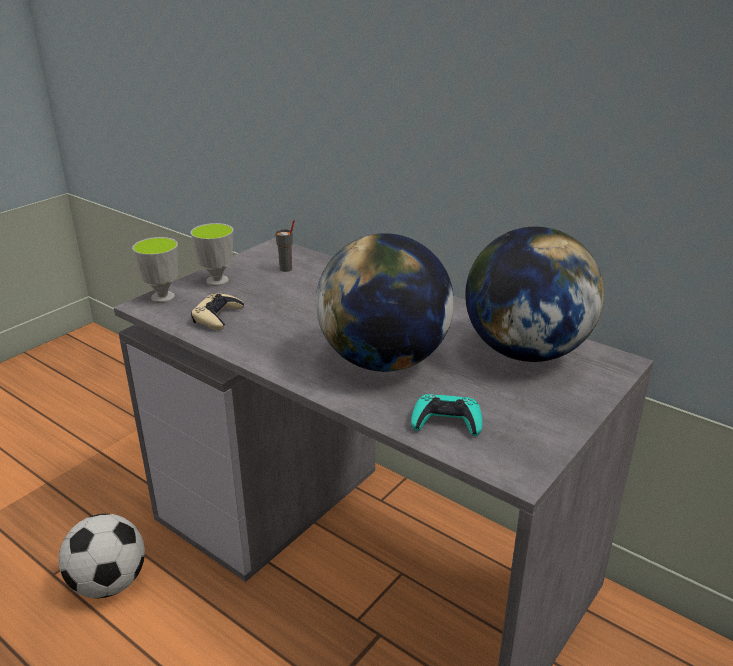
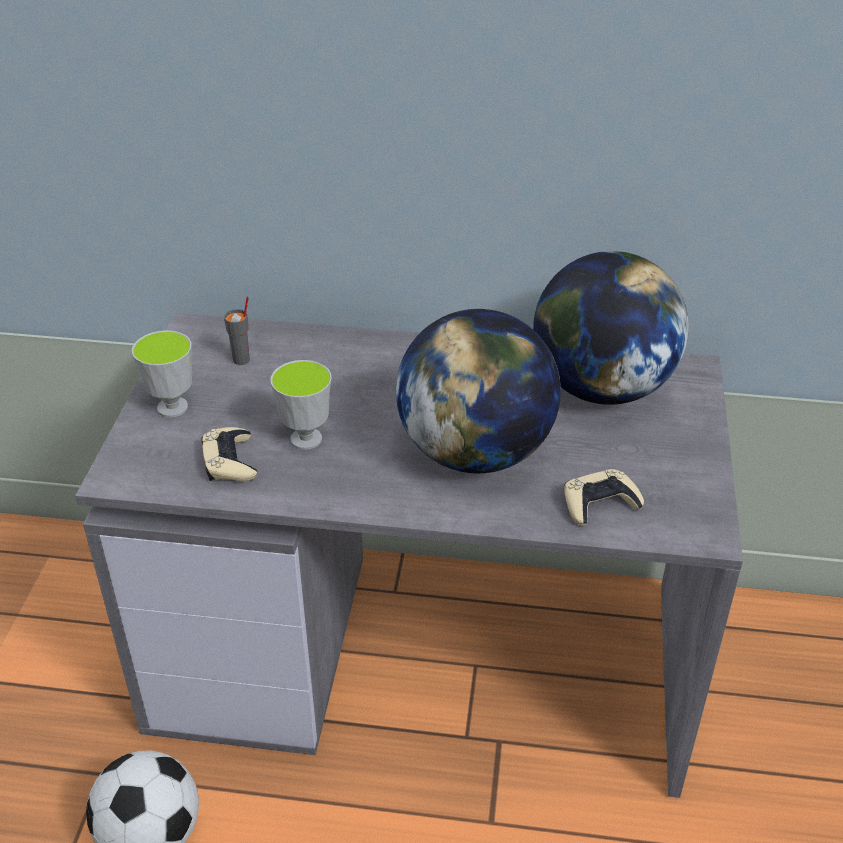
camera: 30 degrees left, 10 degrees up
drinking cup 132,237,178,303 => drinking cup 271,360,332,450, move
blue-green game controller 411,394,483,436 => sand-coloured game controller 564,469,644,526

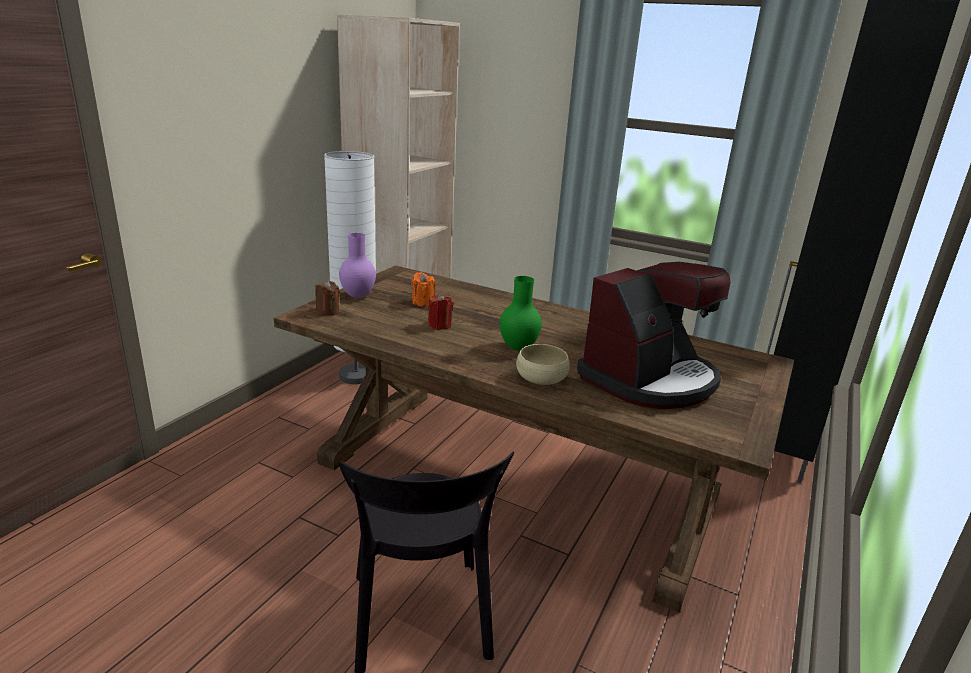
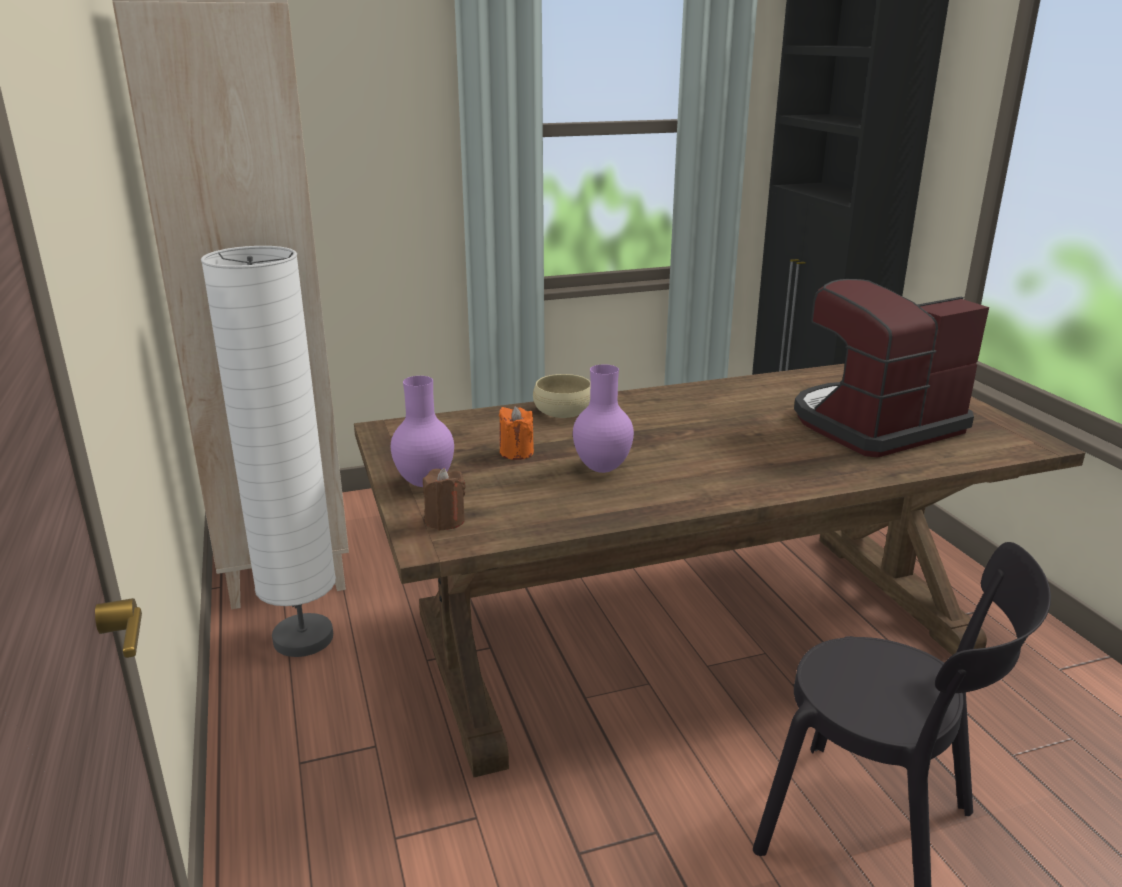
camera: 45 degrees left, 0 degrees up
coffee machine 577,262,731,409 => coffee machine 794,279,989,458, 120 degrees counterclockwise
green decorative vase 499,276,542,351 => nothing
red-coloured wax light 428,293,454,330 => purplish decorative vase 573,364,634,473
sand-coloured bowl 516,344,570,385 => sand-coloured bowl 533,374,590,418, move

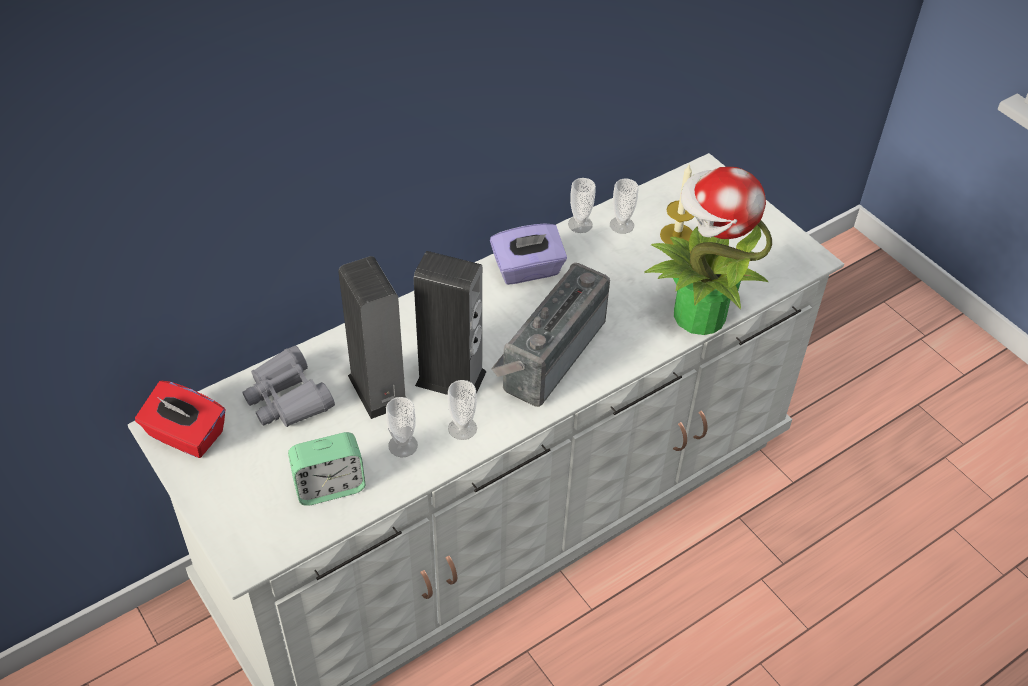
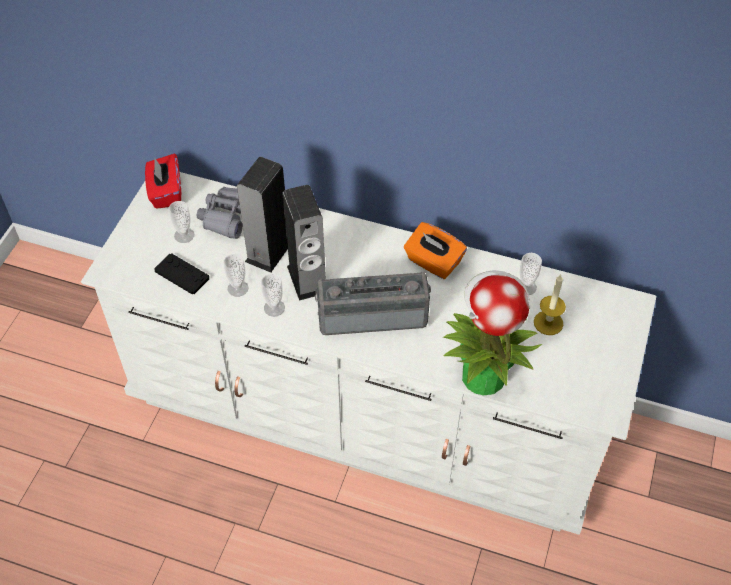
camera: 55 degrees right, 5 degrees up
drinking cup 568,178,596,233 => drinking cup 169,201,194,243, move
purplish tissue box 490,223,567,285 => orange tissue box 404,222,467,279
bedside clock 288,432,365,506 => black-coloured game controller 154,253,209,295

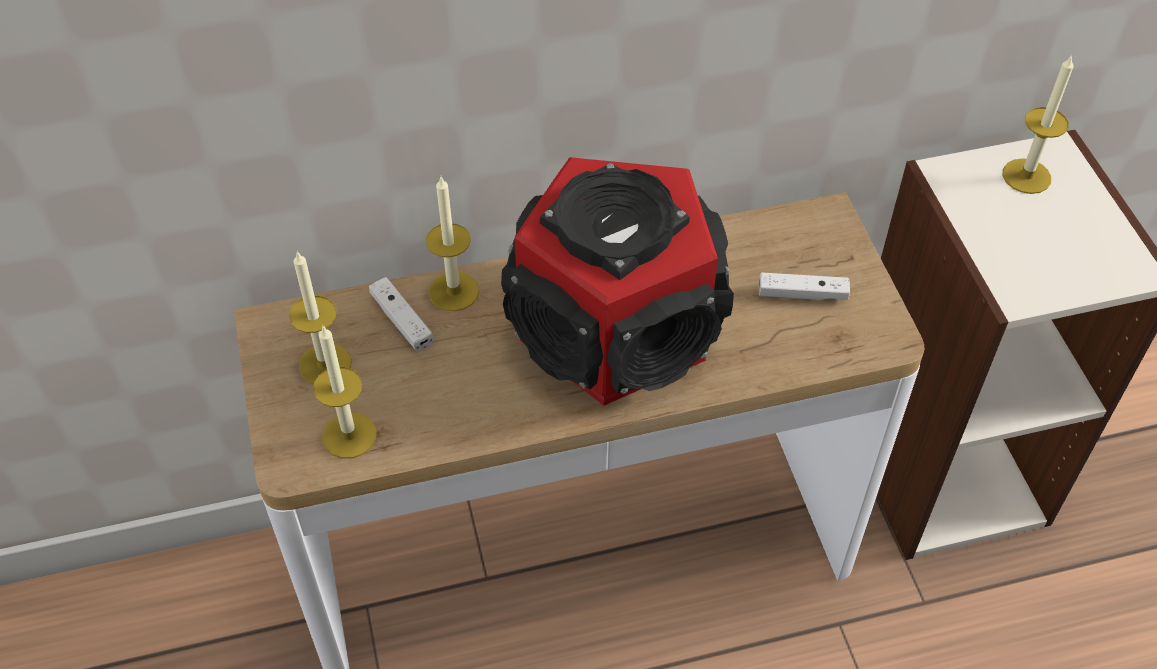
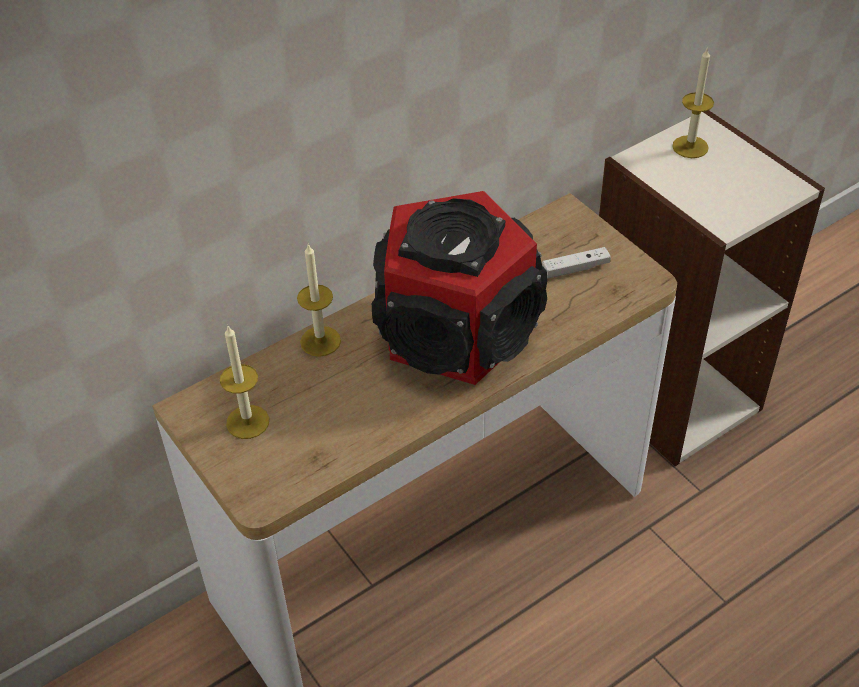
camera: 20 degrees left, 5 degrees down
whitish game controller 369,277,433,351 => nothing
wax light 313,326,377,458 => nothing

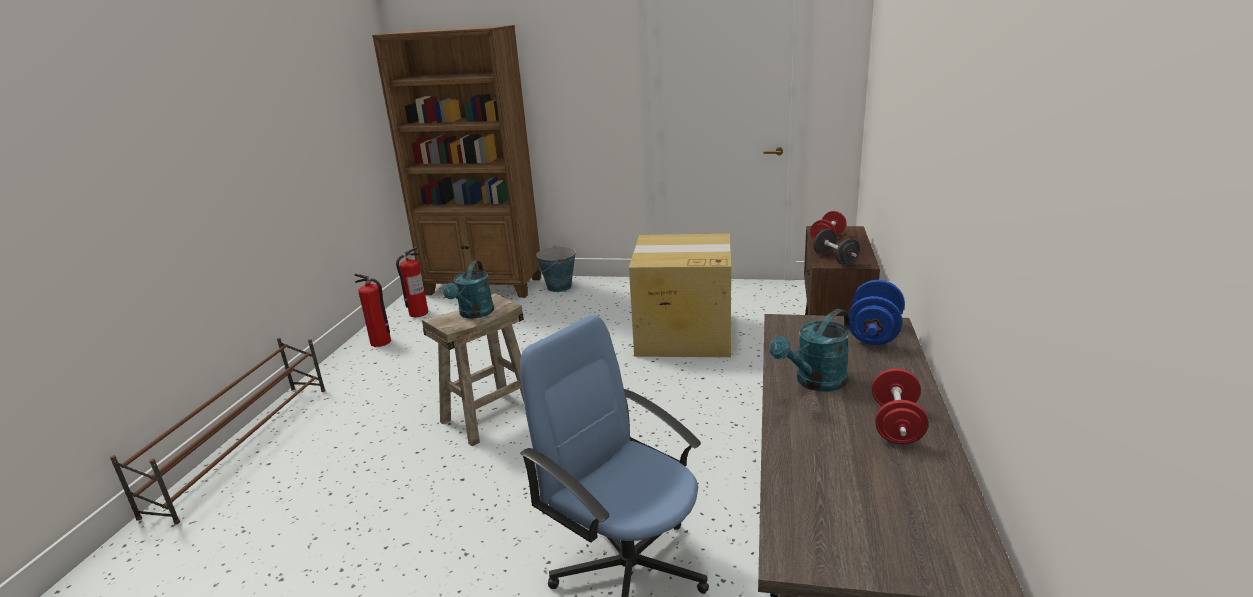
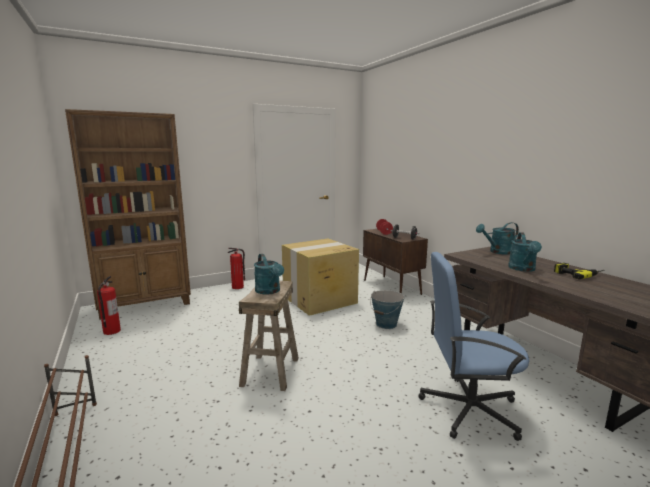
camera: 40 degrees left, 10 degrees down
water bucket 536,245,576,292 => water bucket 370,290,404,329, move
fire extinguisher 355,274,391,347 => fire extinguisher 228,248,245,289, move
blue-coloured hand weight 849,280,905,345 => blue-green watering can 476,222,519,255
red-coloured hand weight 872,368,928,444 => electric drill 554,263,605,279

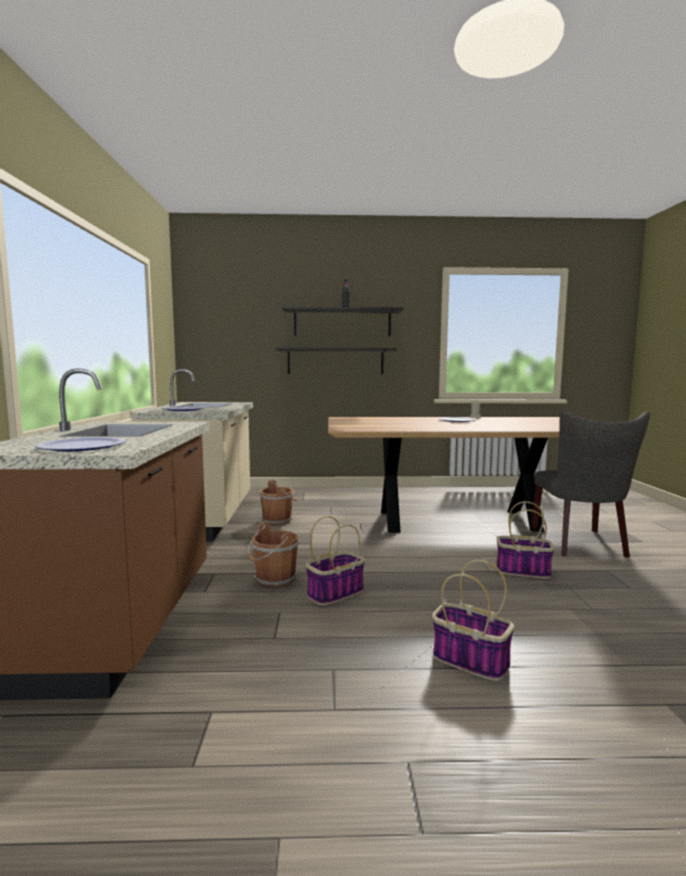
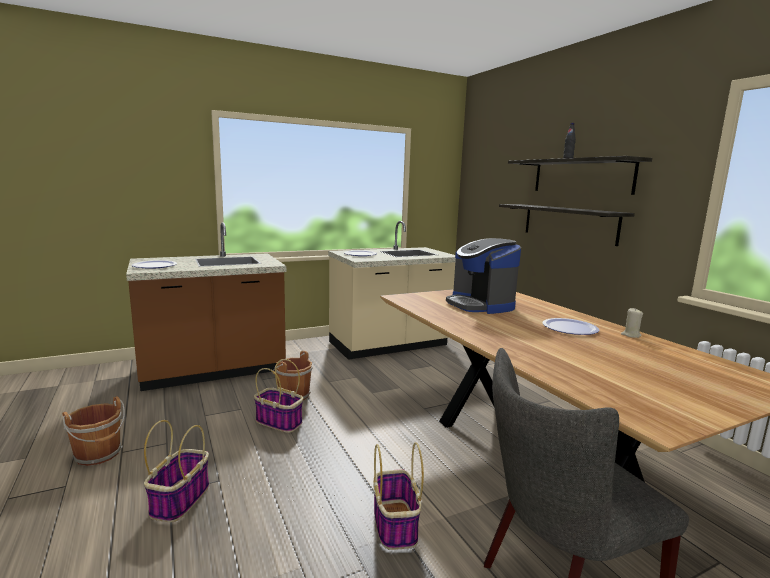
camera: 65 degrees right, 5 degrees up
brown-coloured water bucket 259,480,297,525 => brown-coloured water bucket 62,396,125,466, move
nothing => coffee machine 446,238,521,314

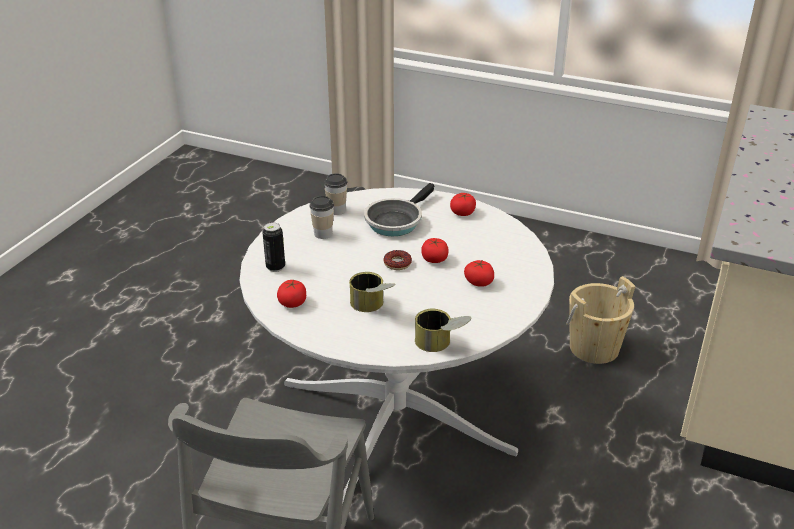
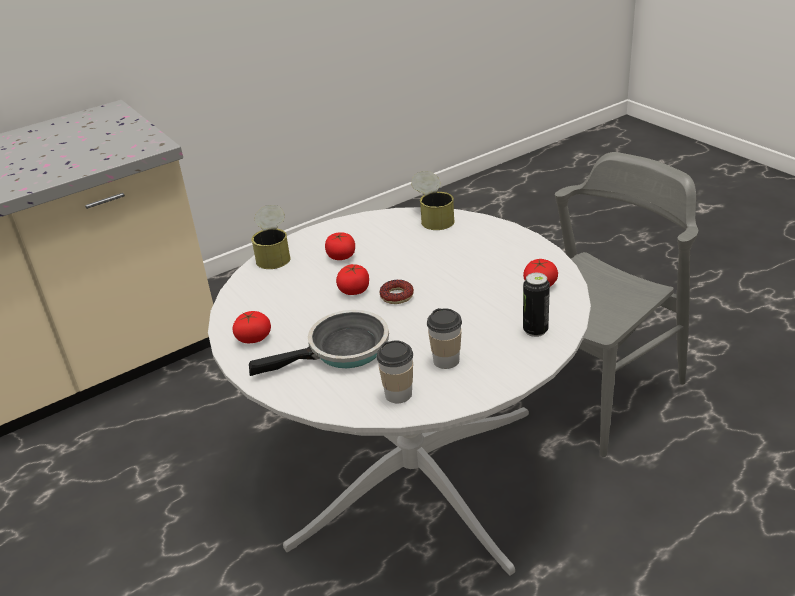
camera: 145 degrees left, 0 degrees up
can 349,272,396,312 => can 251,205,291,269, move
sand-coloured water bucket 566,276,636,364 => nothing

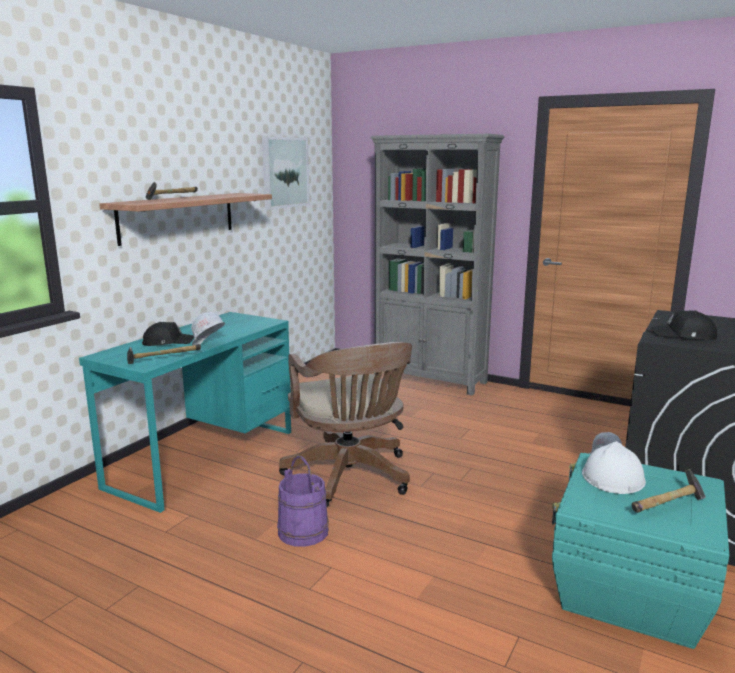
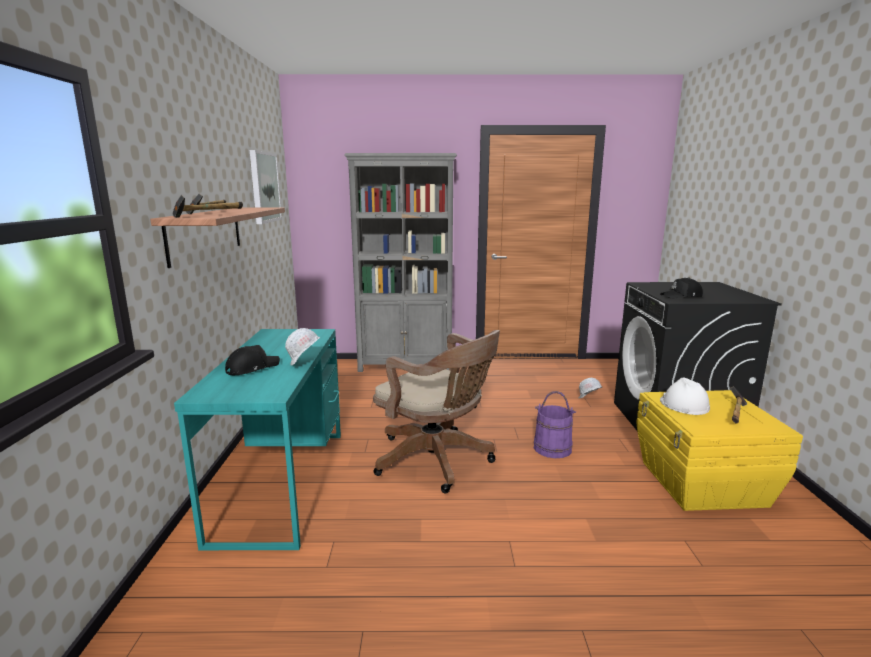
camera: 30 degrees left, 0 degrees up
tool hammer 127,344,201,364 => tool hammer 172,195,243,218, move
blue-green storage bin 552,453,729,649 => yellow storage bin 636,390,803,511
purplish water bucket 277,456,329,547 => purplish water bucket 534,391,576,458, move

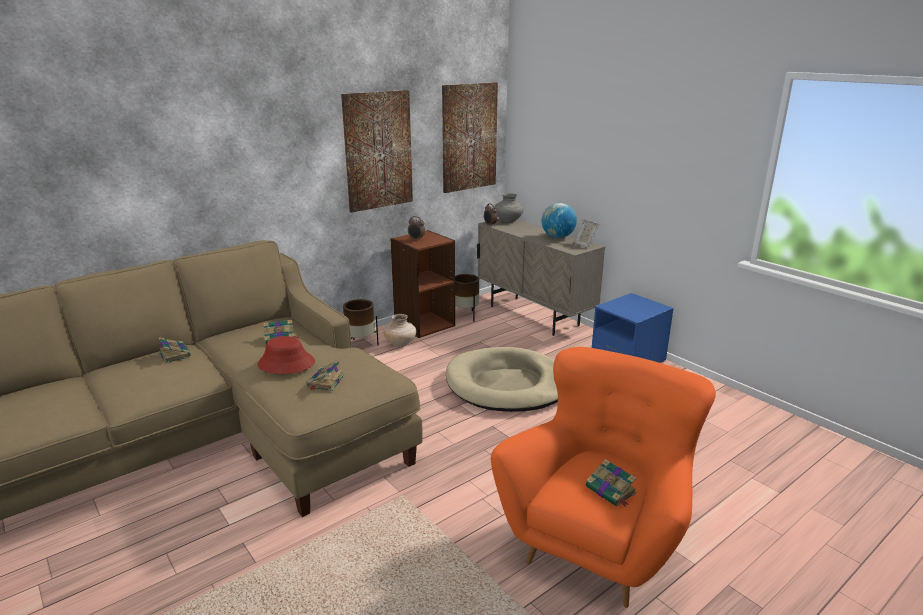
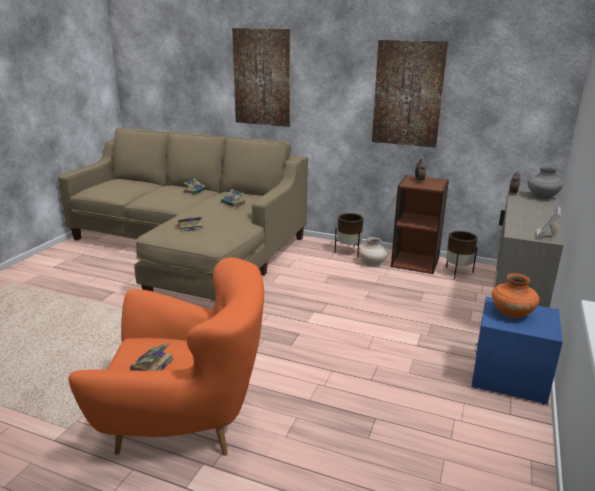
camera: 60 degrees right, 0 degrees up
picture 442,82,498,193 => picture 232,28,290,127, move
world globe 542,203,577,238 => nothing
red-coloured wearable hat 257,336,315,374 => nothing
sand-coloured dog bed 446,347,558,412 => nothing
nothing => orange decorative vase 492,273,539,318

